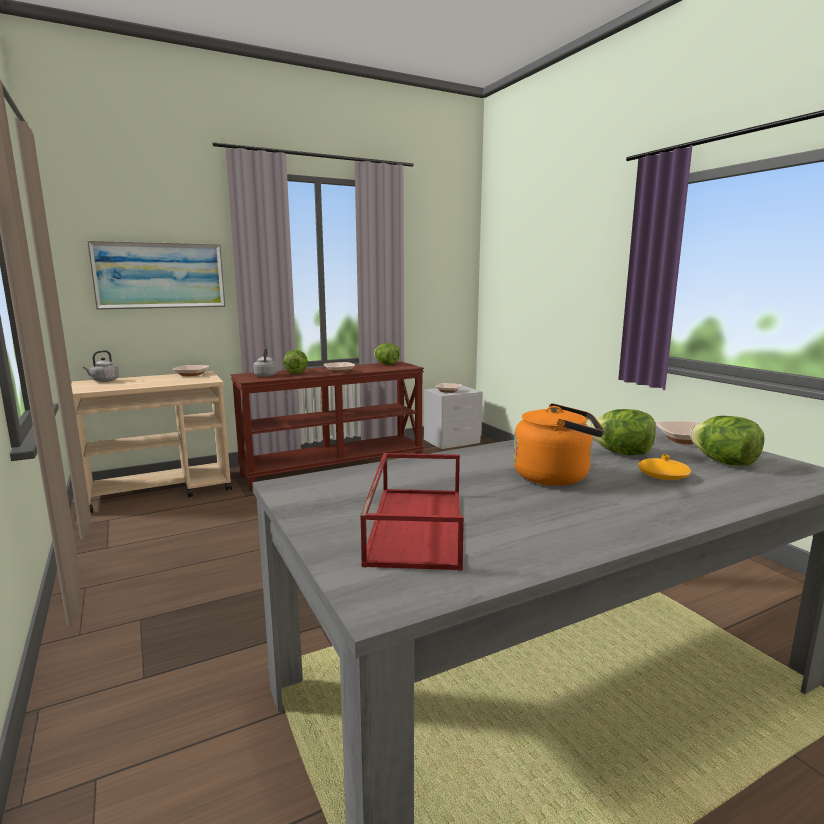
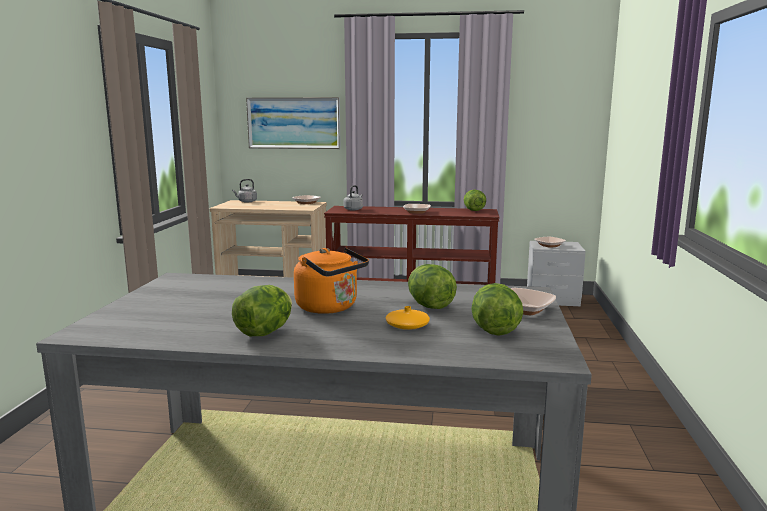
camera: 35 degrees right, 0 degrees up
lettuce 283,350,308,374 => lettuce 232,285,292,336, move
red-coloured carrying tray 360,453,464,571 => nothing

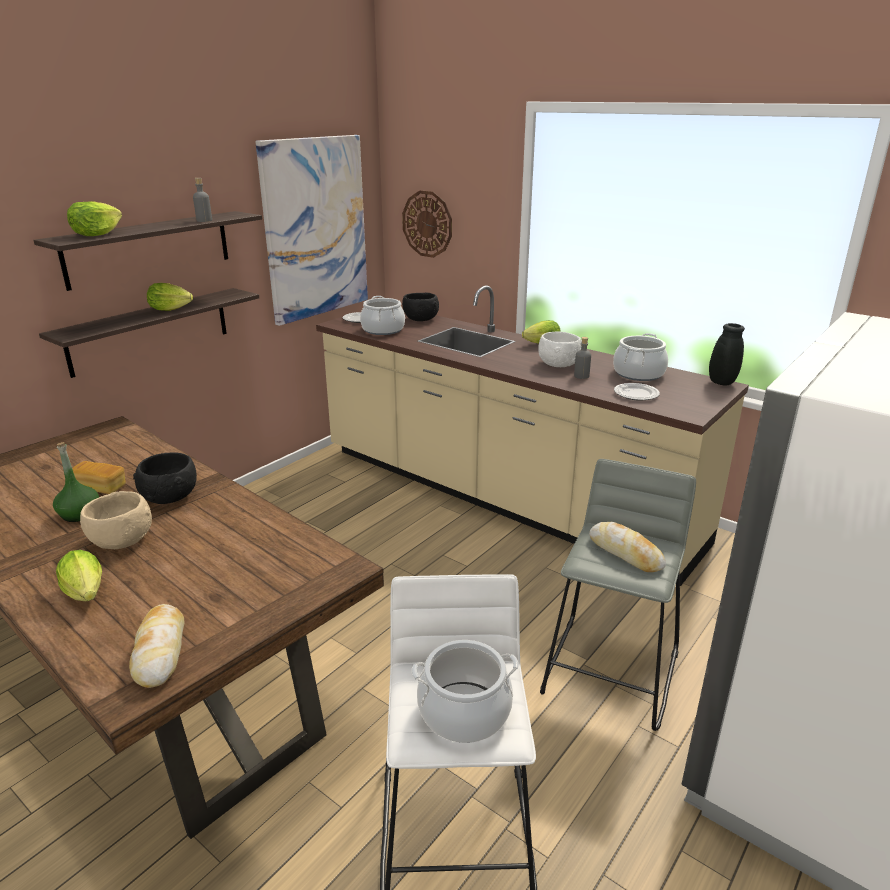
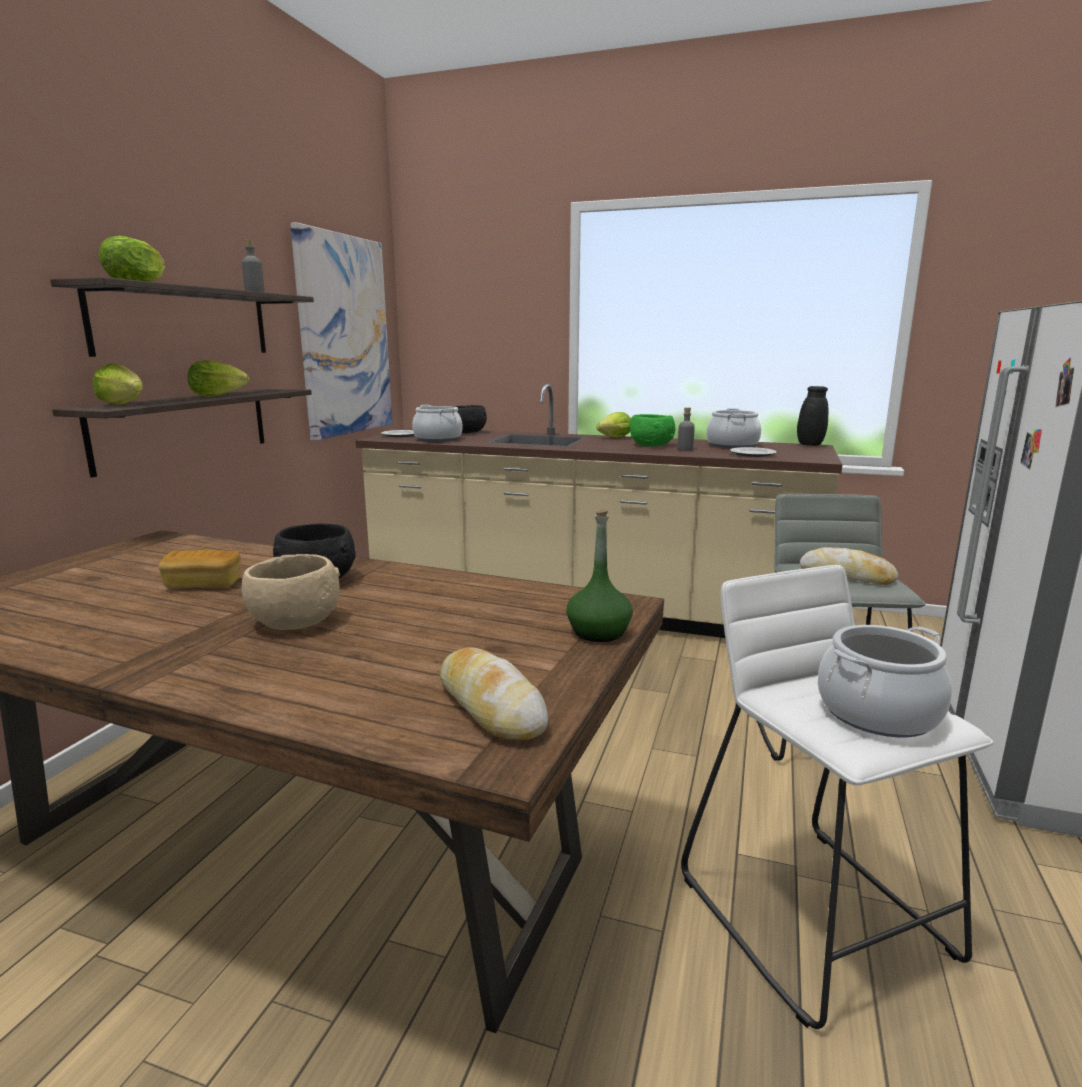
camera: 20 degrees left, 10 degrees down
wall clock 402,190,452,258 => nothing
whitish bowl 538,332,582,367 => green bowl 630,414,675,446
green drink bottle 53,442,99,522 => green drink bottle 566,509,633,642, move
lettuce 56,550,102,601 => lettuce 93,363,143,405, move

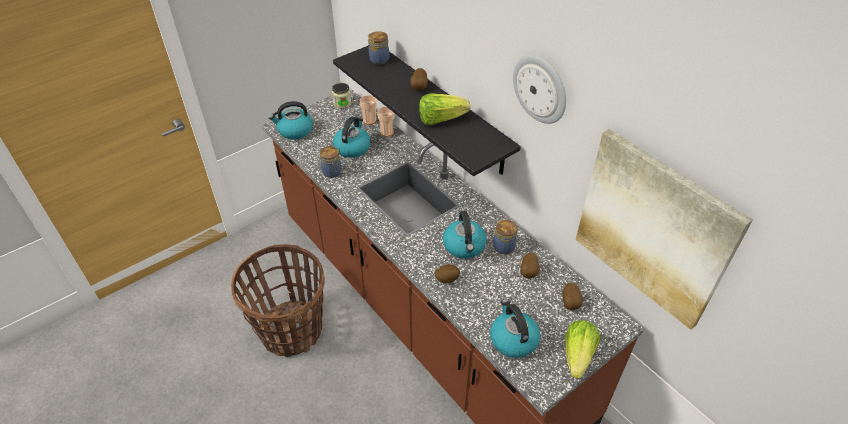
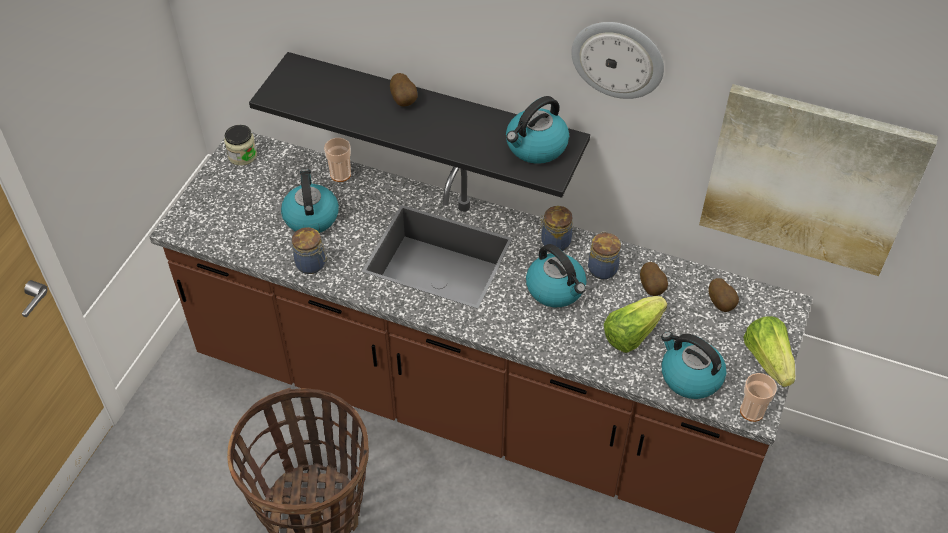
camera: 30 degrees left, 5 degrees up
jar 368,31,389,65 => jar 538,206,573,251, move
lettuce 419,94,470,125 => lettuce 604,296,668,353, move
drinking cup 360,95,377,125 => drinking cup 740,373,777,422, move
tea kettle 269,101,313,140 => tea kettle 506,96,569,164, move
whole potato 435,264,460,284 => nothing

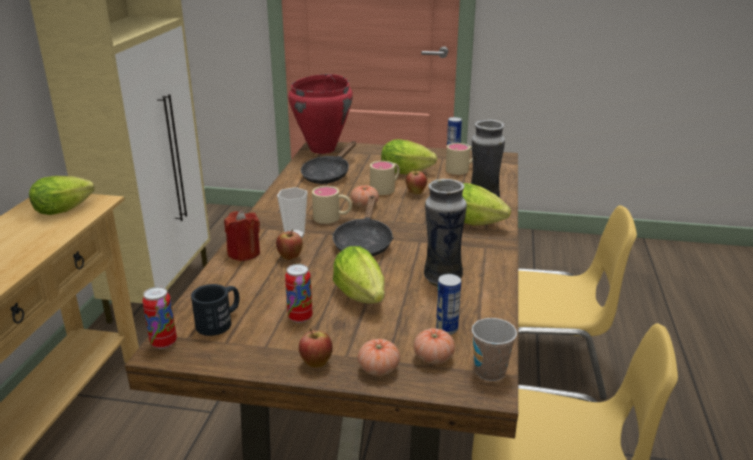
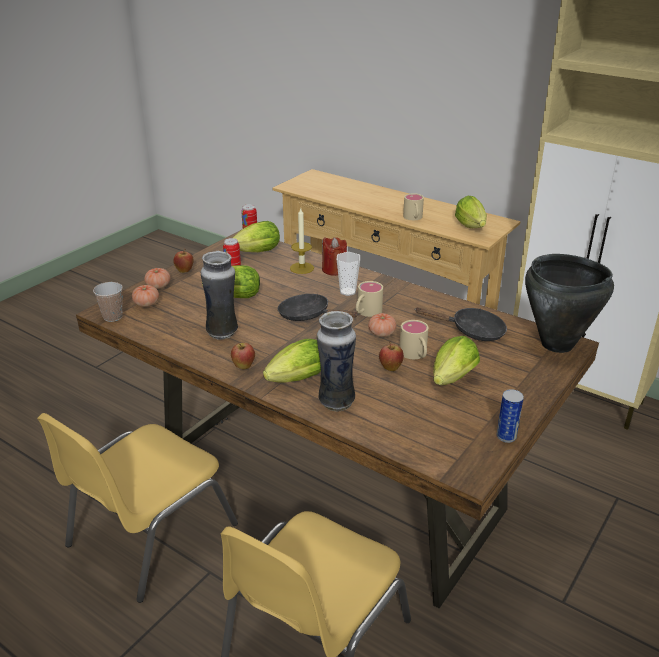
camera: 115 degrees right, 5 degrees up
red-coloured cooking pot 288,74,353,154 => black-coloured cooking pot 525,254,614,353
black-coloured skillet 301,141,356,184 => black-coloured skillet 414,307,507,341, 135 degrees clockwise
sand-coloured tea mug 446,143,473,175 => sand-coloured tea mug 403,193,424,220, move
apple 276,230,303,260 => apple 231,343,255,369, move
can 436,274,461,335 => nothing
black-coloured tea mug 191,284,239,336 => lettuce 233,221,280,252
nothing => wax light 290,208,314,274

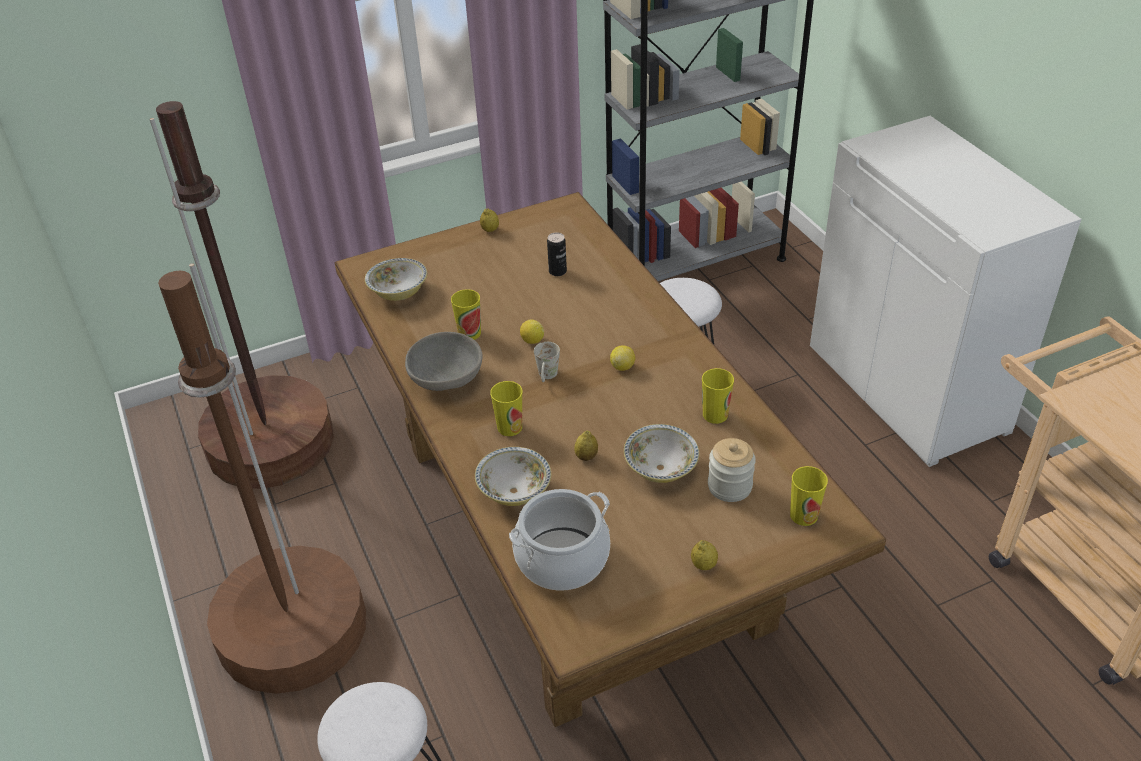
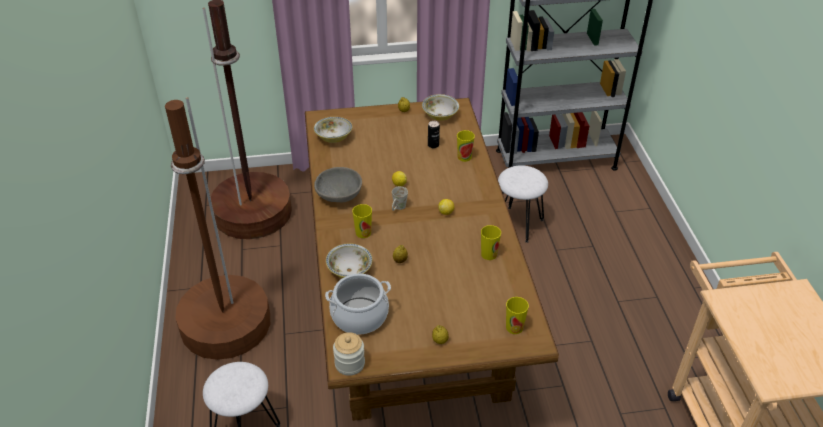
camera: 15 degrees right, 0 degrees up
whitish cupboard 810,116,1081,467 => nothing
drinking cup 451,289,481,340 => drinking cup 457,130,475,162, move
bowl 624,424,699,483 => bowl 422,94,459,121, move
jar 708,438,756,502 => jar 333,332,365,376, move

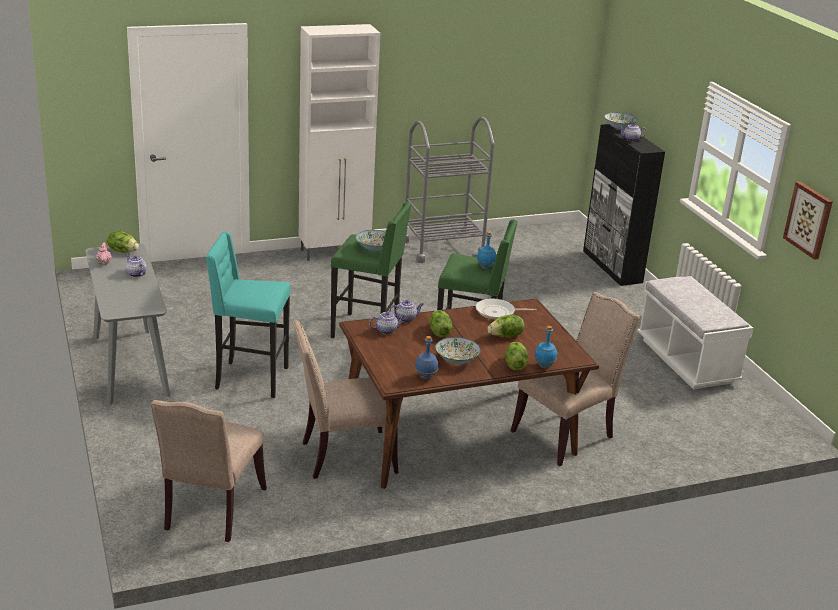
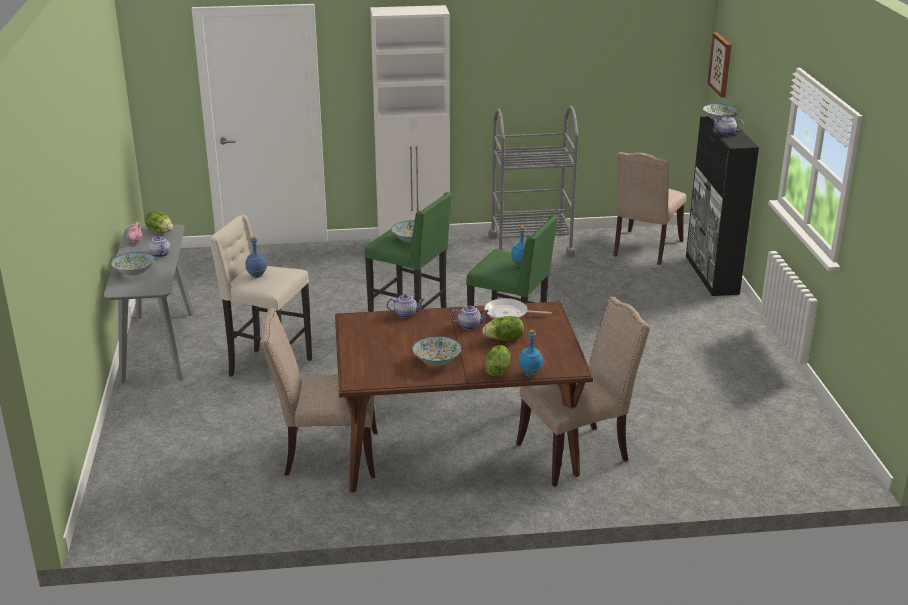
camera: 15 degrees right, 0 degrees up
picture 783,181,833,260 => picture 707,33,731,98, move
blue-green stool seat 206,232,291,398 => sand-coloured stool seat 209,215,312,377
whitish long seat 637,276,753,389 => nothing
lettuce 430,310,452,337 => nothing
pot for tea 369,312,405,334 => pot for tea 450,305,489,330, move
blue-coloured drink bottle 415,336,438,380 => blue-coloured drink bottle 245,237,267,278, move
sand-coloured plain chair 151,400,267,542 => sand-coloured plain chair 613,152,686,265, move
nothing => bowl 111,252,155,275

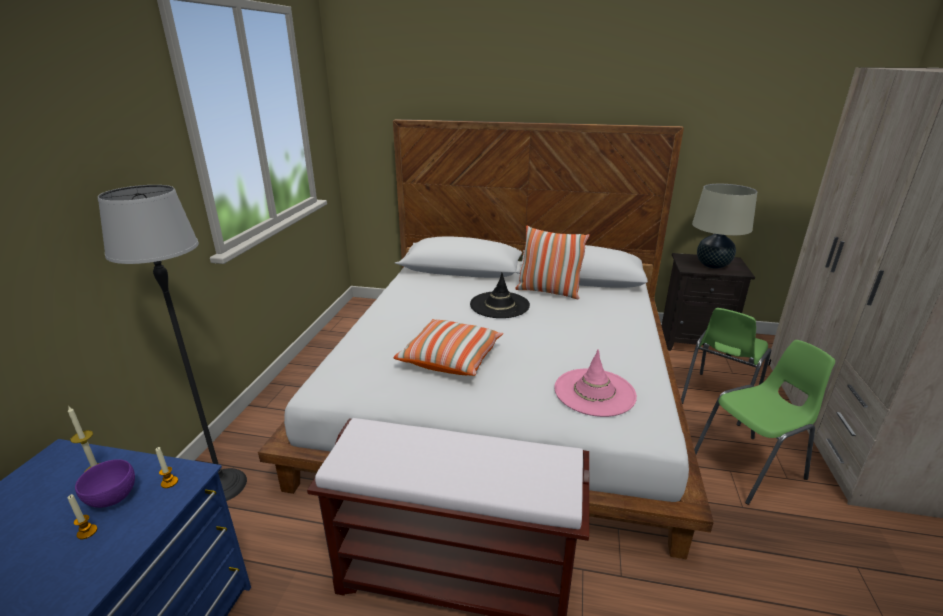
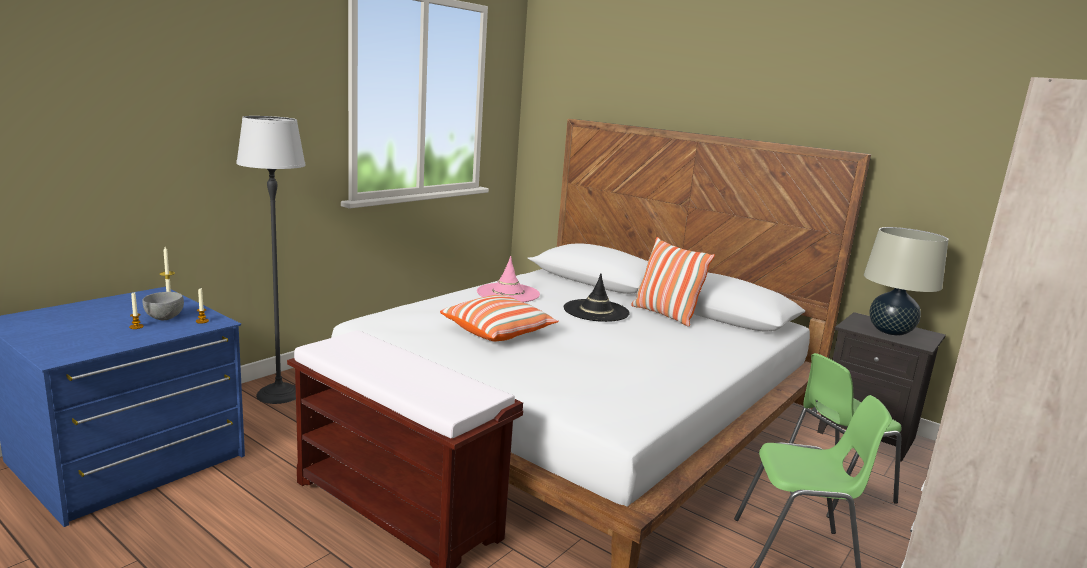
camera: 25 degrees right, 10 degrees down
pink-coloured wearable hat 554,349,637,417 => pink-coloured wearable hat 477,256,540,302, move
purplish bowl 75,459,135,508 => gray bowl 142,292,184,320

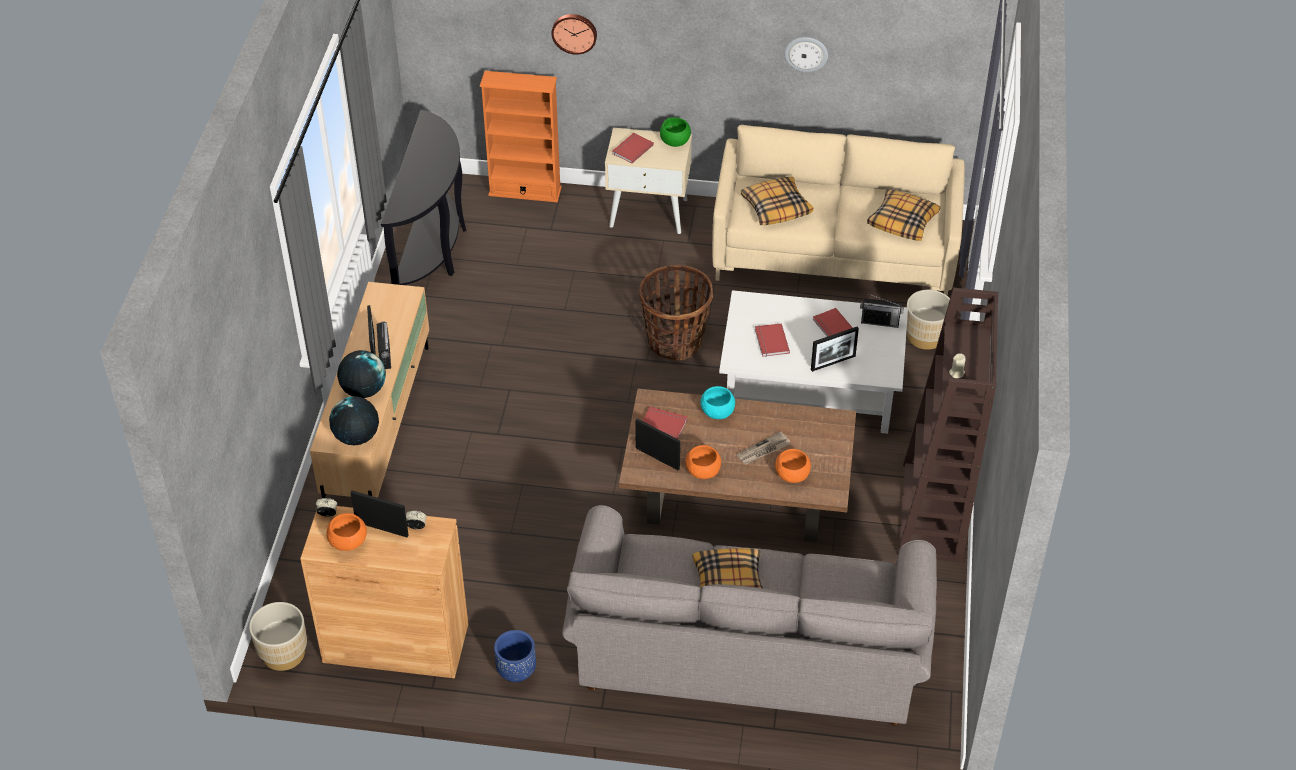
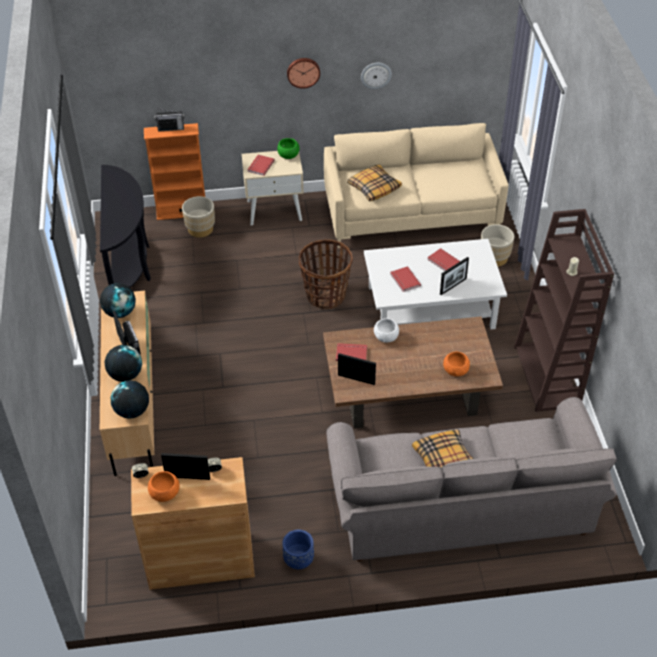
camera: 15 degrees left, 0 degrees up
wall clock 551,14,597,55 => wall clock 287,58,320,89, move
throw pillow 867,189,940,241 => nothing
radio set 860,294,904,328 => radio set 154,108,185,132, move
blue-green bowl 700,386,735,419 => whitish bowl 374,318,399,343
printed paper 737,431,790,465 => nothing
orange bowl 685,445,721,479 => nothing
sand-coloured flower pot 249,602,307,671 => sand-coloured flower pot 182,196,215,238, move
nothing => world globe 100,283,136,318

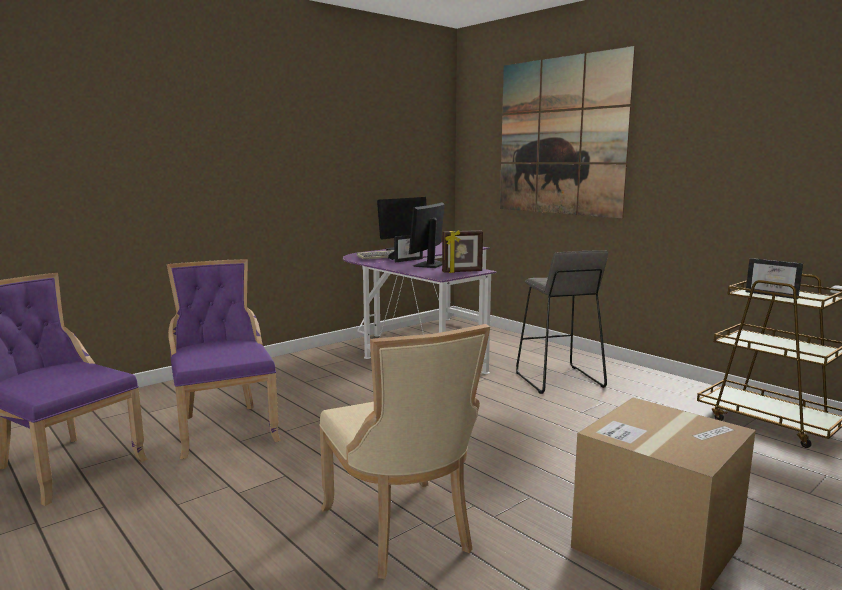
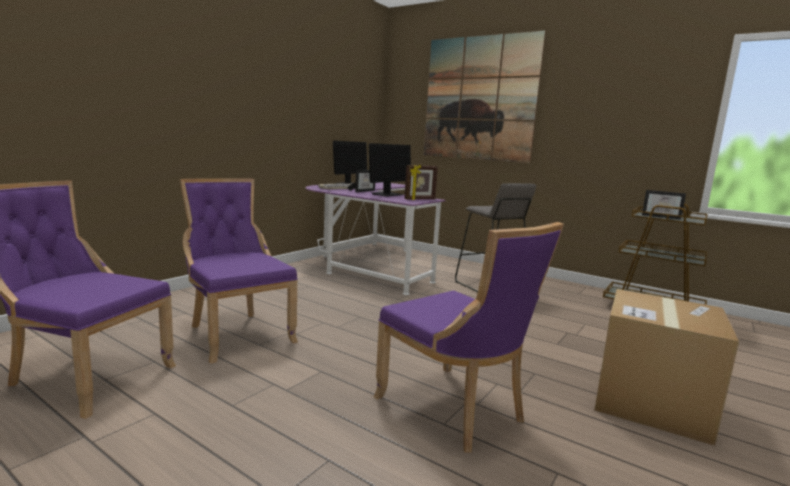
camera: 15 degrees left, 0 degrees up
computer display 409,202,445,268 => computer display 369,143,411,197, 150 degrees counterclockwise
sand-coloured plain chair 319,324,490,579 => purplish plain chair 373,222,564,453

